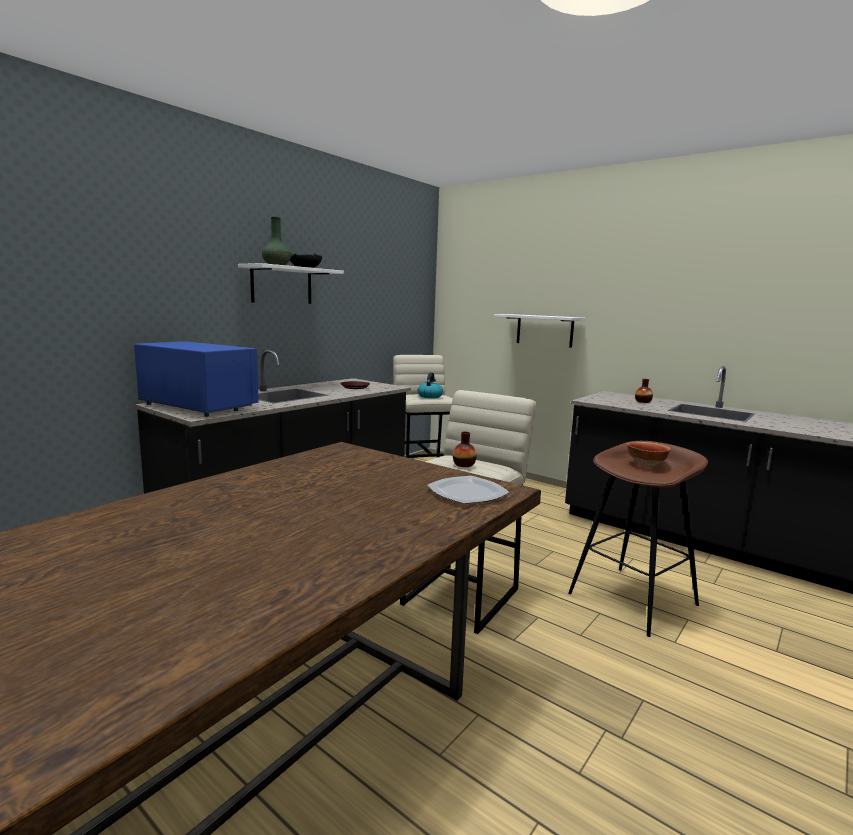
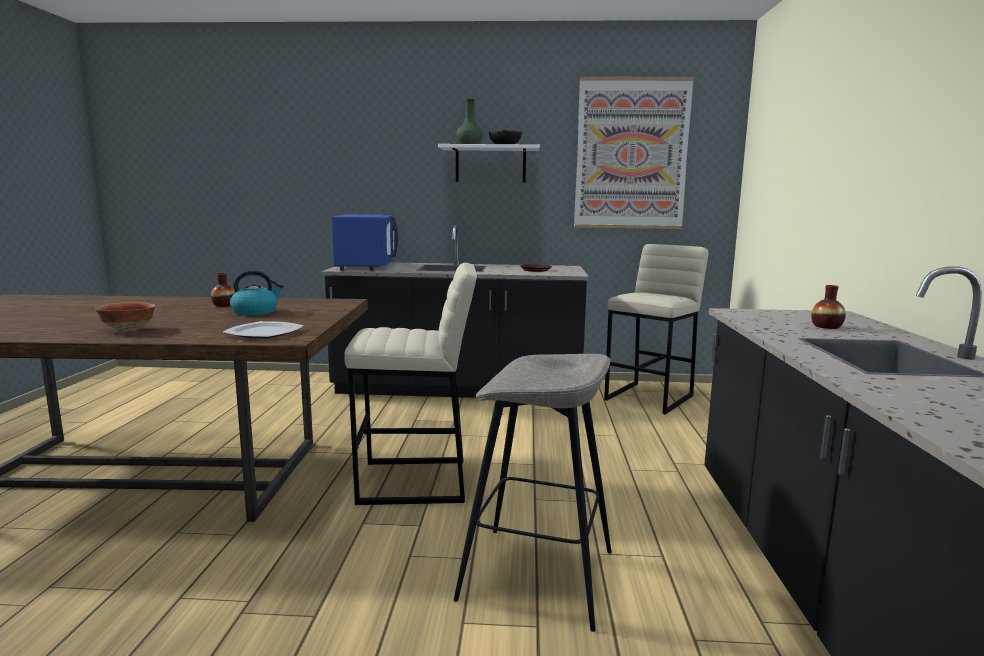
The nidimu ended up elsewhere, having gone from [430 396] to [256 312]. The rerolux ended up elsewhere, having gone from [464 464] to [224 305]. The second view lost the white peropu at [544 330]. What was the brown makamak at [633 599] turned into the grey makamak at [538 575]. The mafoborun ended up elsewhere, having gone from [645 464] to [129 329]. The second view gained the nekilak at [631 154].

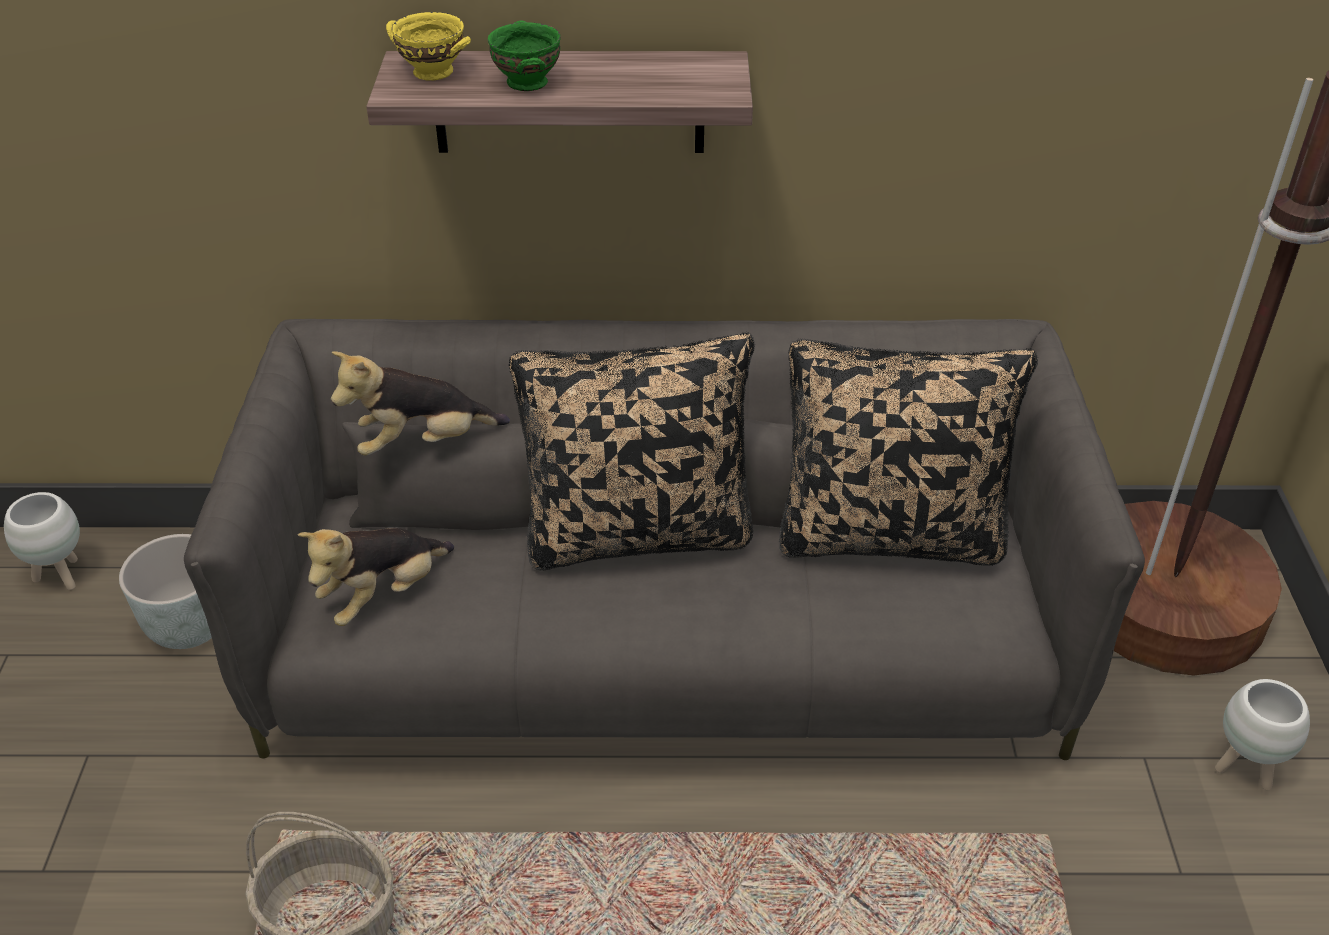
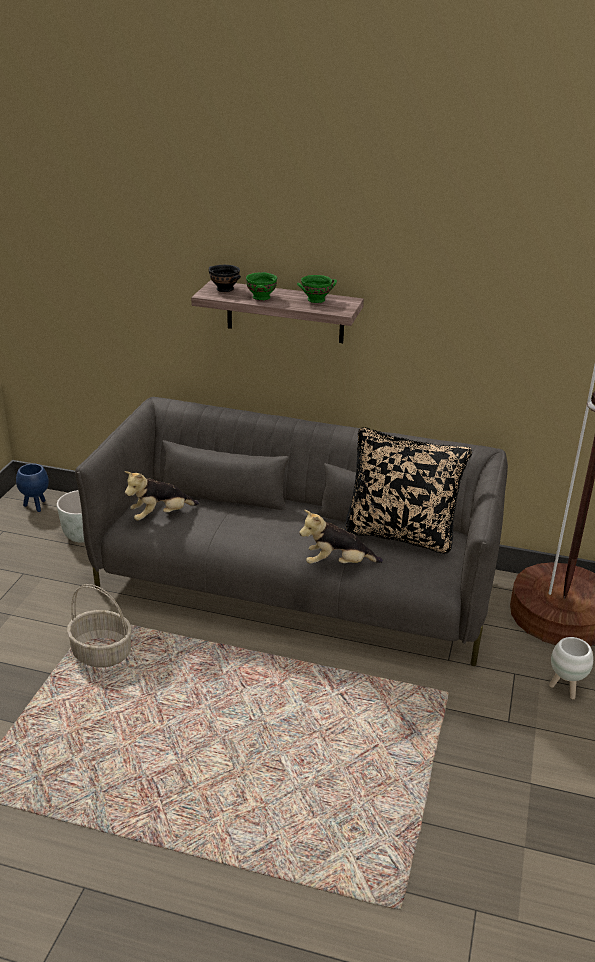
What was the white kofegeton at [61 576] turned into the blue kofegeton at [36 506]. The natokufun ended up elsewhere, having gone from [422 443] to [337 564]. What was the yellow mafoborun at [433 72] turned into the black mafoborun at [225 289]. The second view lost the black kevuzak at [640 539]. The second view gained the green mafoborun at [317 300].

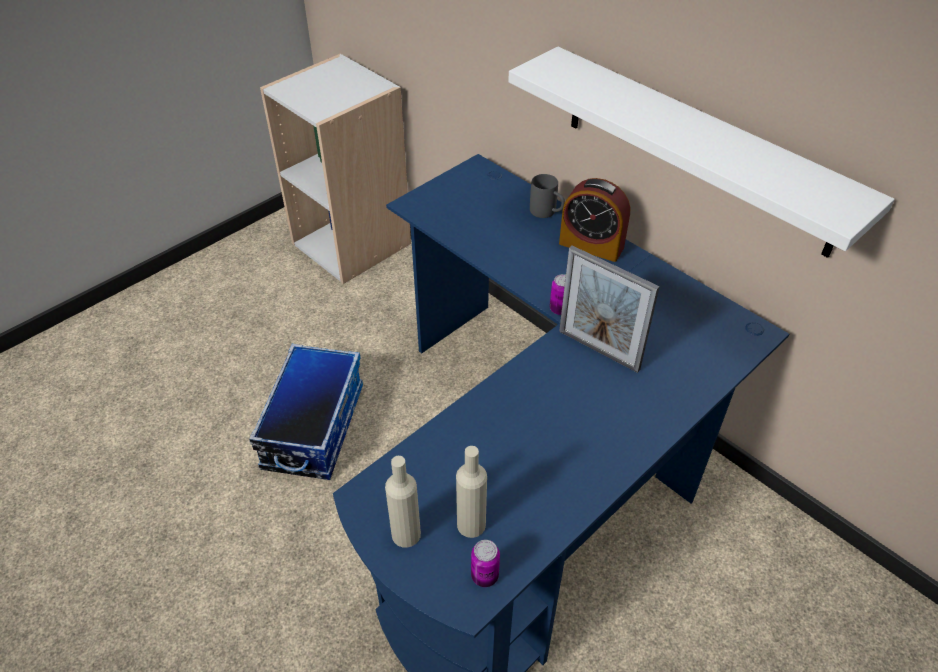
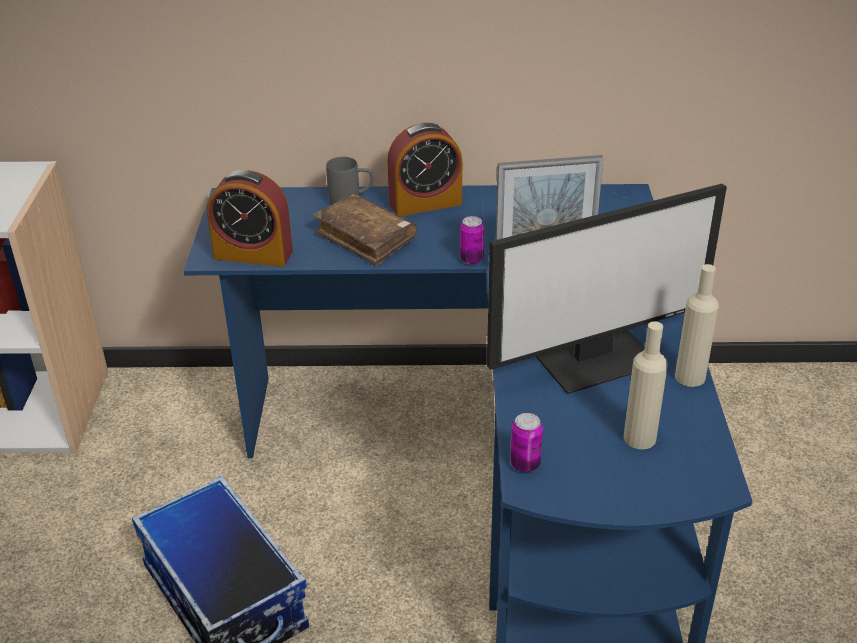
The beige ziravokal ended up elsewhere, having gone from [406 534] to [690 377]. The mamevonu ended up elsewhere, having gone from [484 576] to [525 464]. The second view lost the white peropu at [697 150]. The second view gained the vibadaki at [253 254]. The second view gained the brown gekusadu at [366 238]. The second view gained the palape at [597 359].

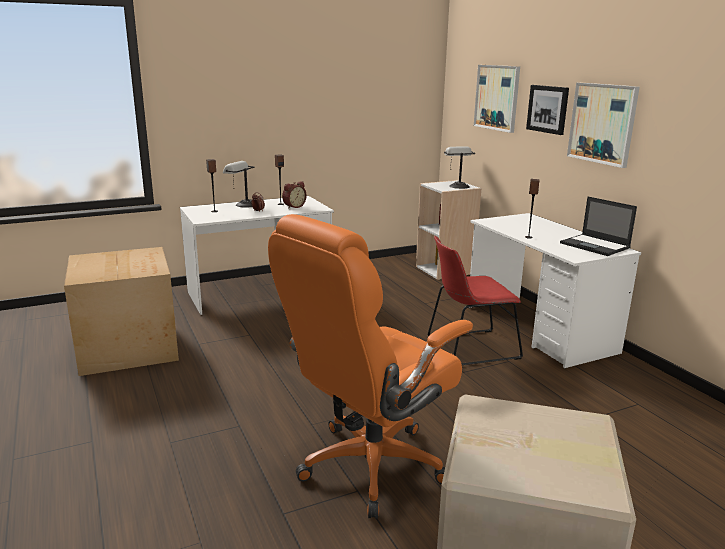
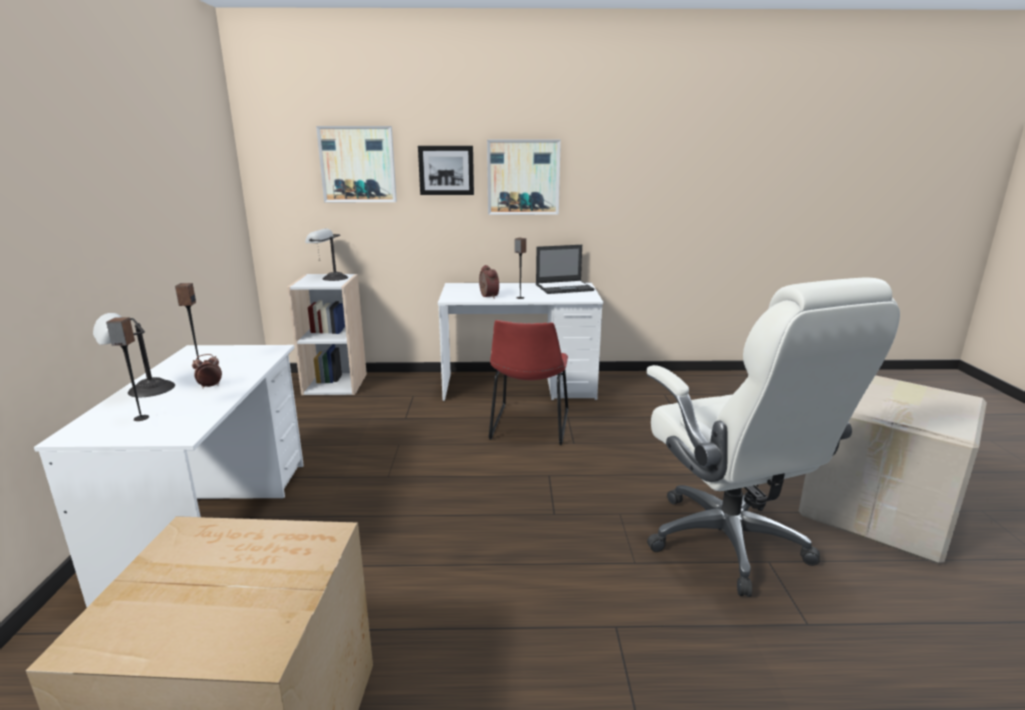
What was the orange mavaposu at [370 467] turned into the white mavaposu at [728 543]. The vibadaki ended up elsewhere, having gone from [293 206] to [487 296].

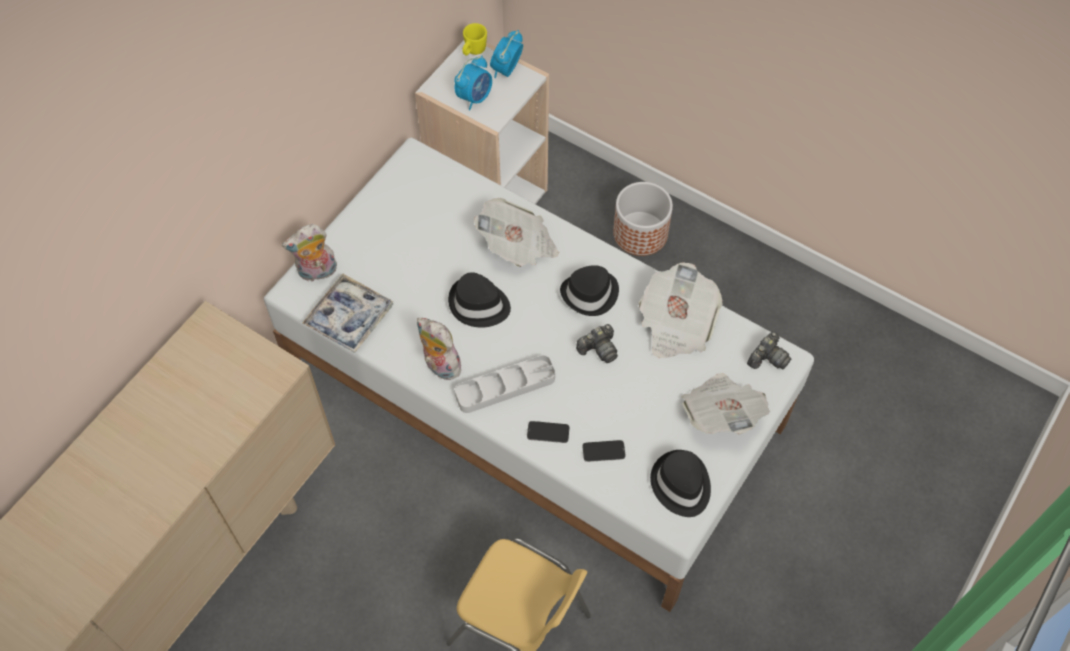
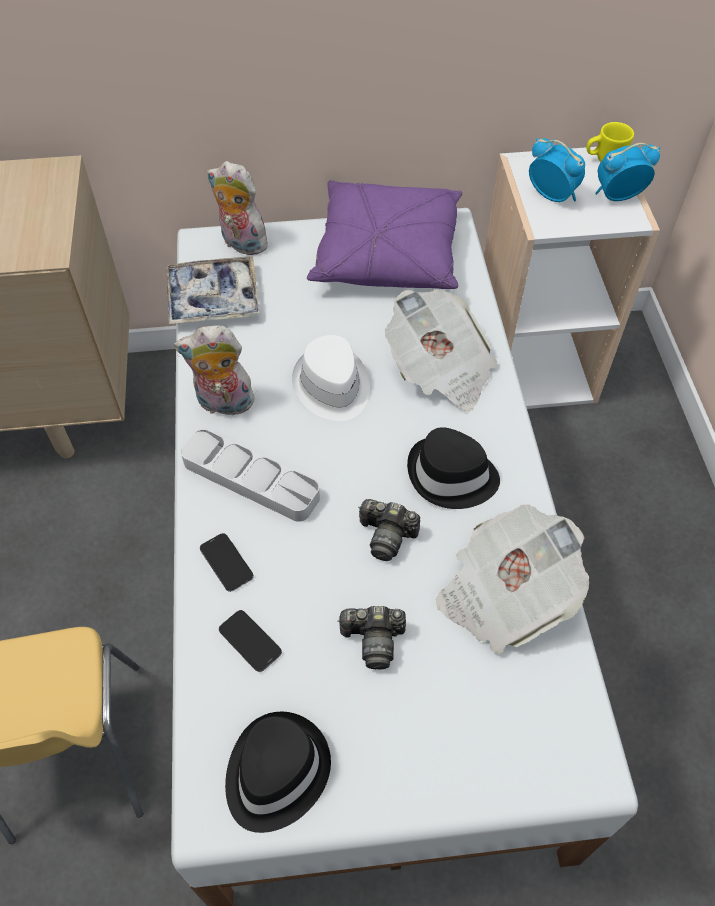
The natokufun at [439 366] ended up facing another way, 90 degrees counterclockwise from before. What was the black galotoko at [478 305] turned into the white galotoko at [331 386]. The vibadaki at [475 97] ended up facing another way, 135 degrees counterclockwise from before. The second view lost the kofegeton at [641 233]. The second view lost the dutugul at [721 413]. The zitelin ended up elsewhere, having gone from [767 358] to [373 640]. The second view gained the purple kevuzak at [387 254].

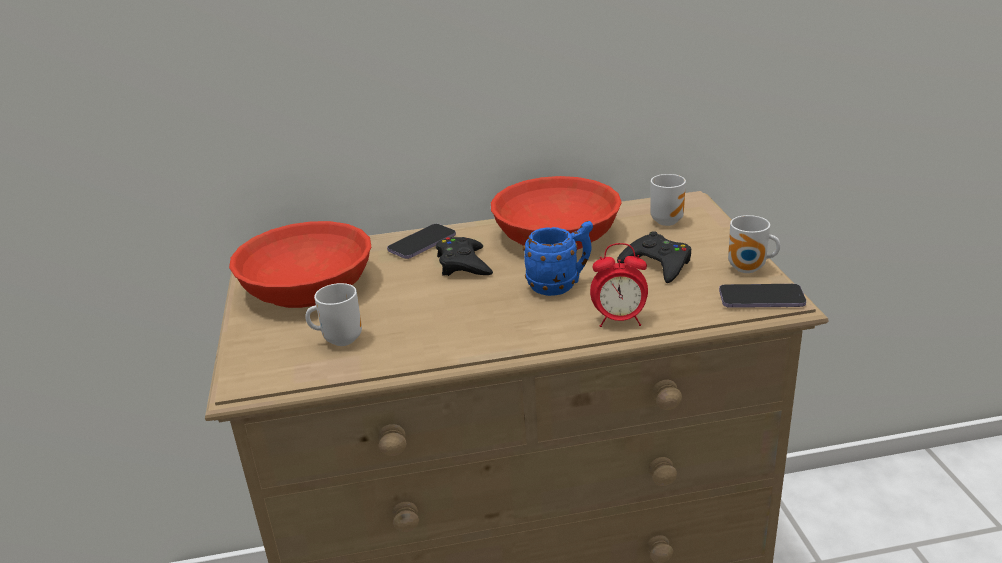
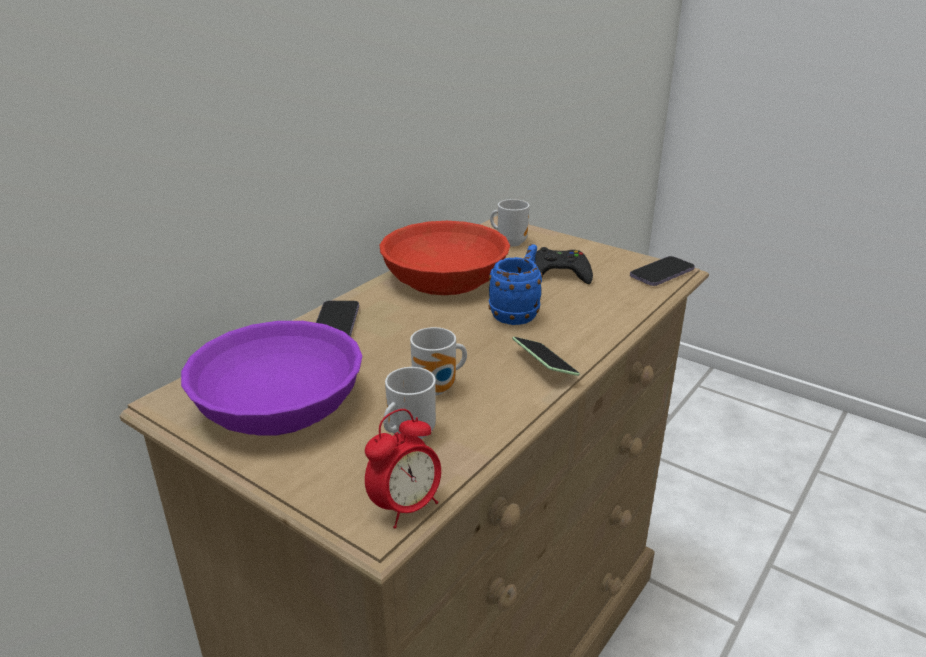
What was the red mafoborun at [307 285] turned into the purple mafoborun at [279 403]. The second view lost the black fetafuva at [463 264]. The vibadaki ended up elsewhere, having gone from [619 320] to [406 507]. The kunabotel ended up elsewhere, having gone from [749 269] to [438 389]. The second view gained the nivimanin at [544 366].

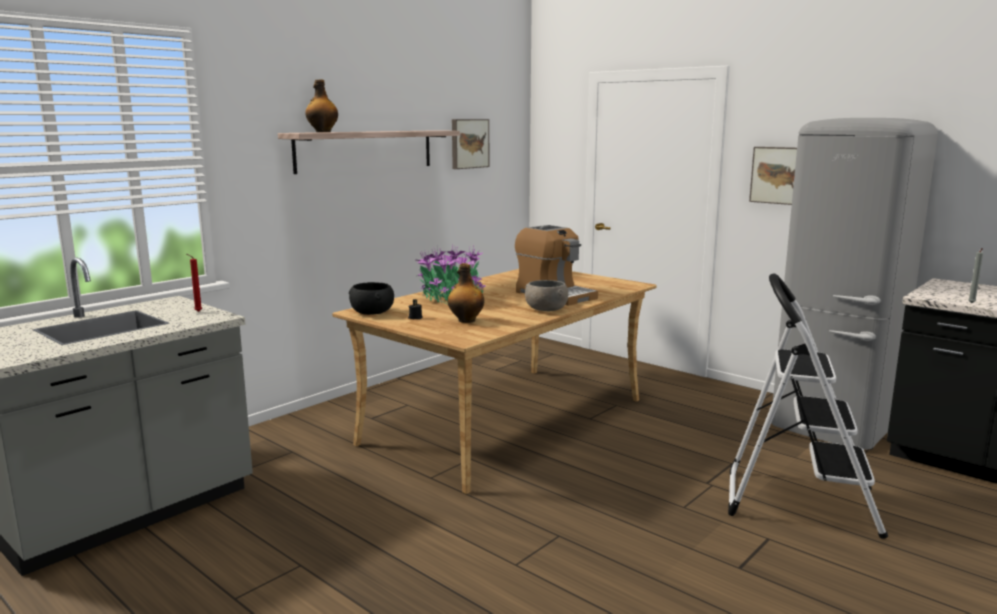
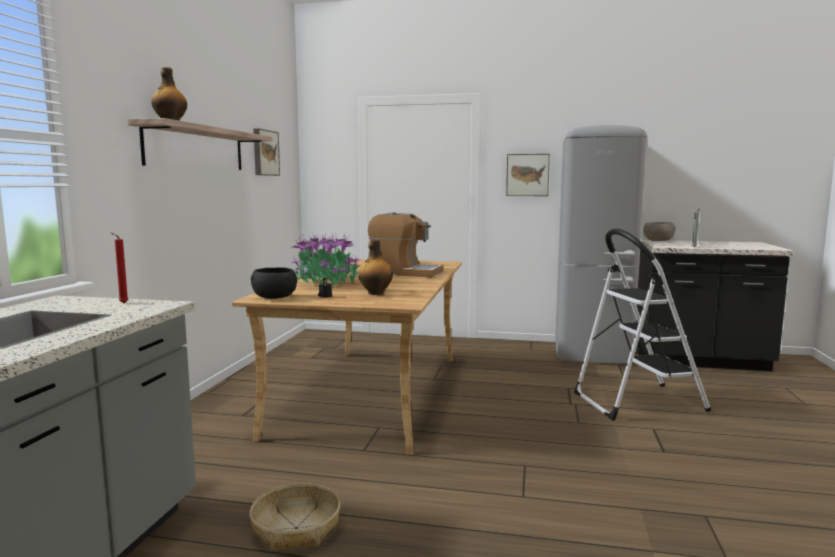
The grey mafoborun ended up elsewhere, having gone from [546 309] to [658 241]. The second view gained the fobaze at [295 528].

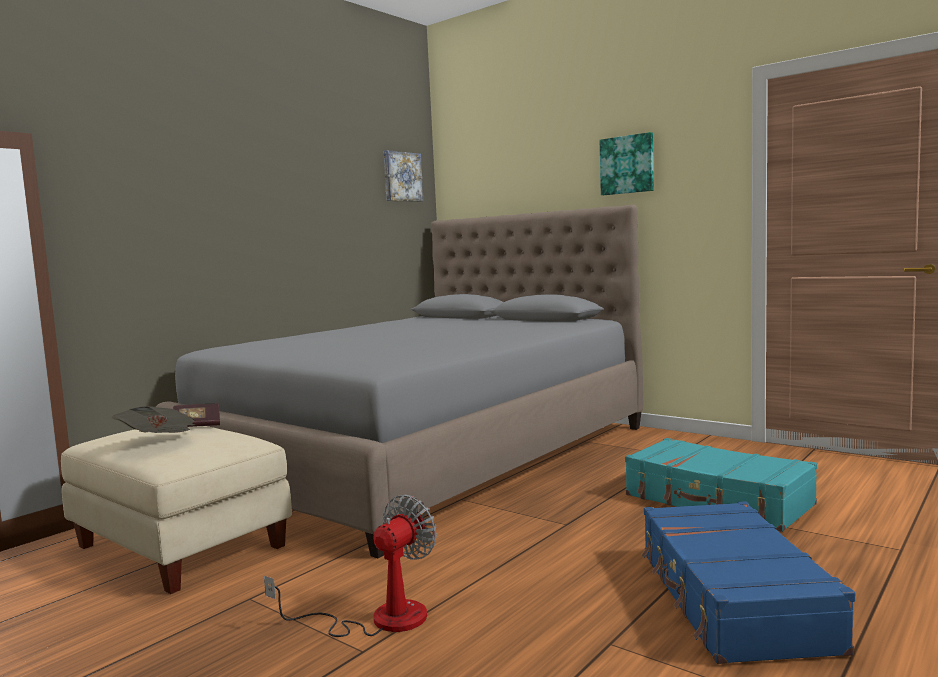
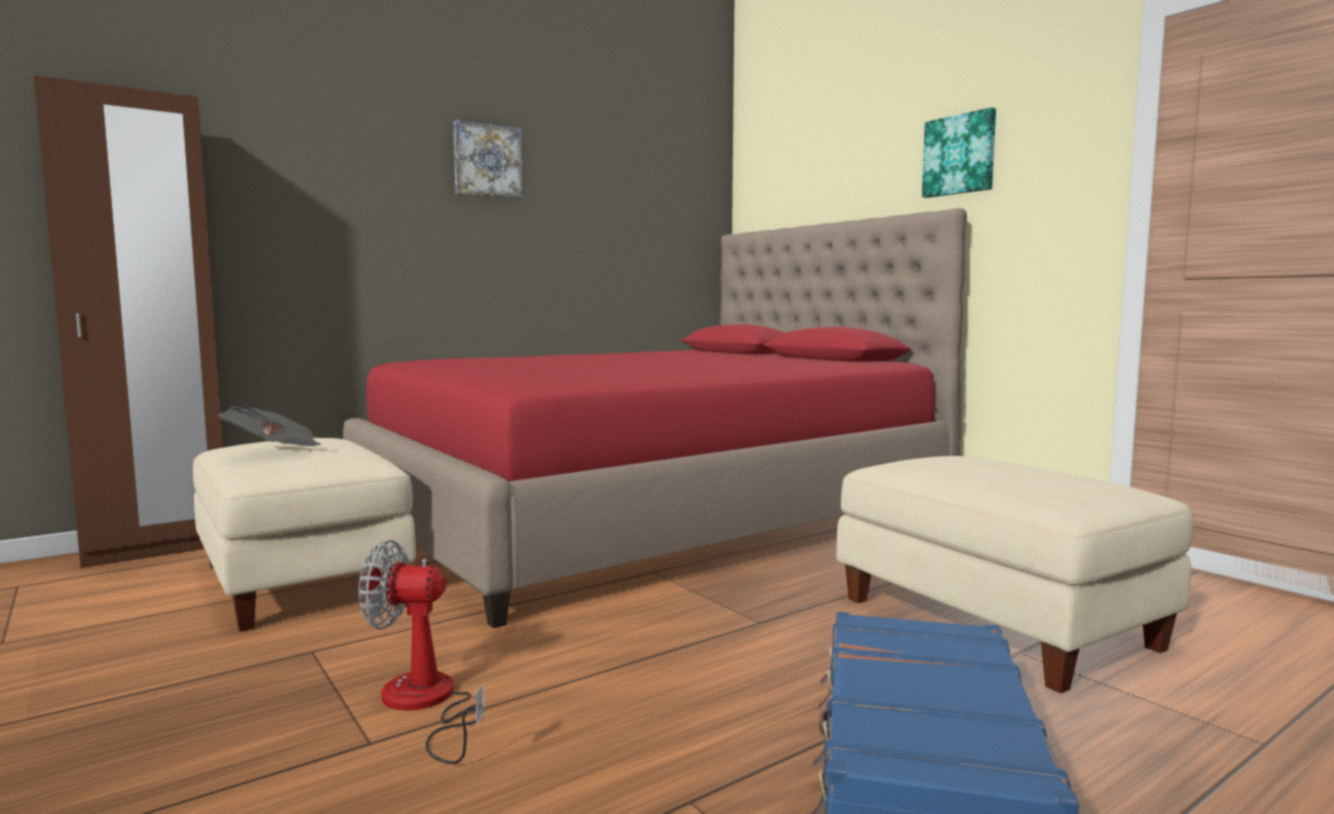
What was the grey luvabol at [426 455] turned into the red luvabol at [655 515]. The second view lost the gekusadu at [197 425]. The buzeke at [379 619] ended up facing another way, 135 degrees counterclockwise from before. The nekilak ended up elsewhere, having gone from [401 177] to [487 161]. Where the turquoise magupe stood at [717 501], the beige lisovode came to stand at [998 623].

